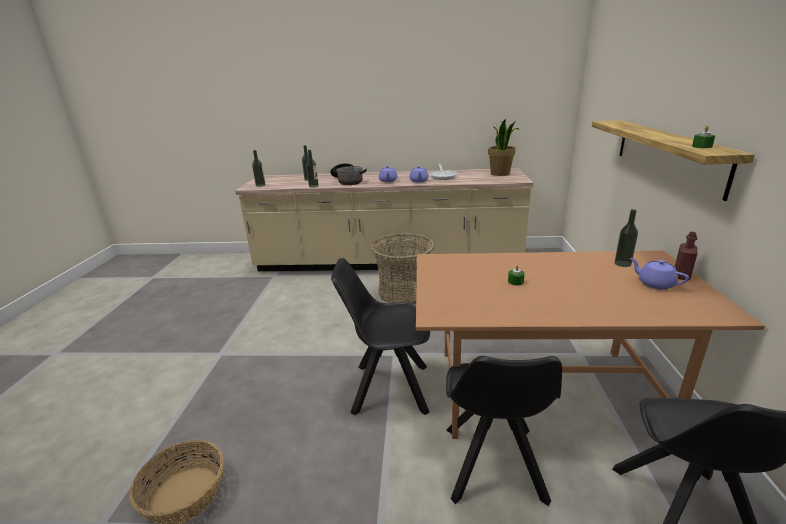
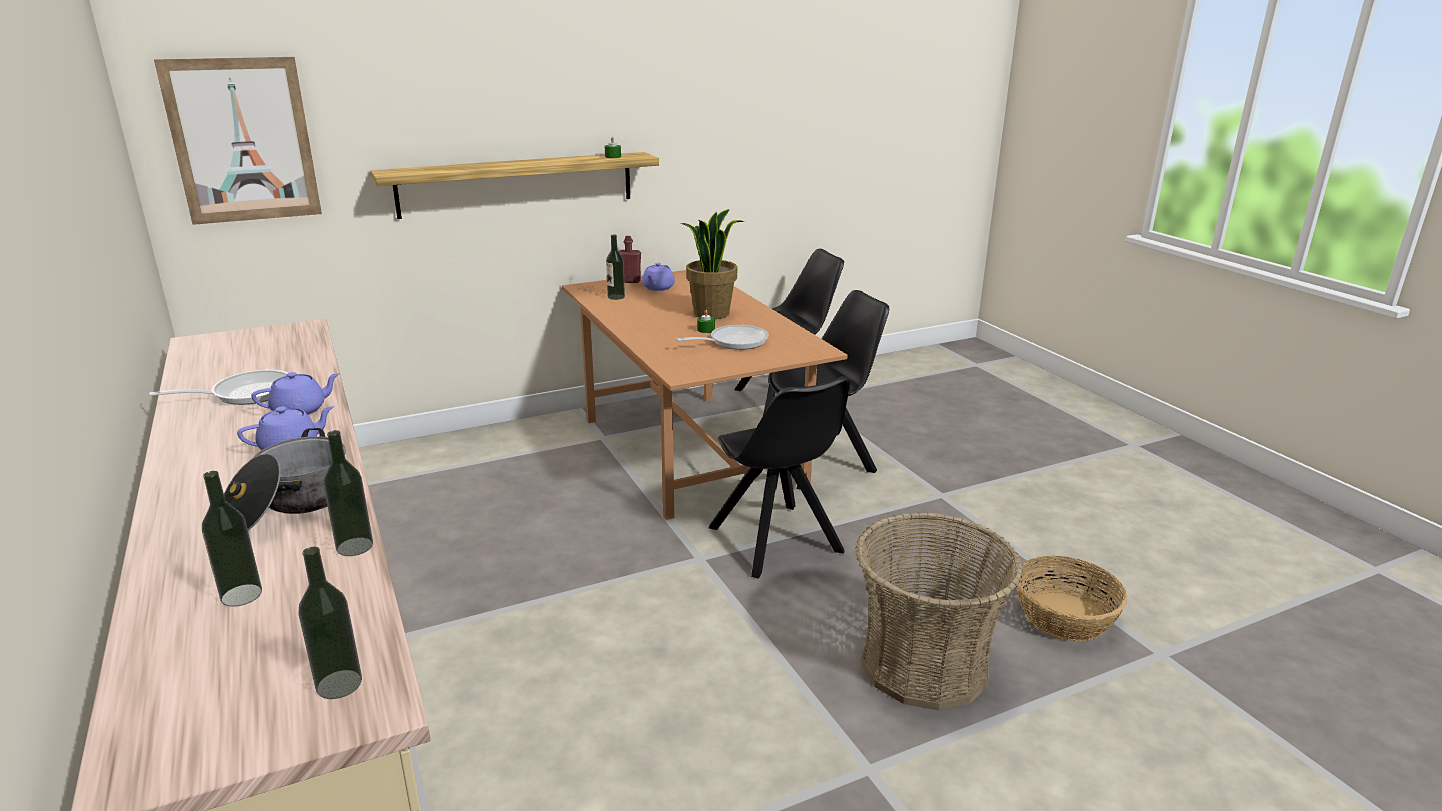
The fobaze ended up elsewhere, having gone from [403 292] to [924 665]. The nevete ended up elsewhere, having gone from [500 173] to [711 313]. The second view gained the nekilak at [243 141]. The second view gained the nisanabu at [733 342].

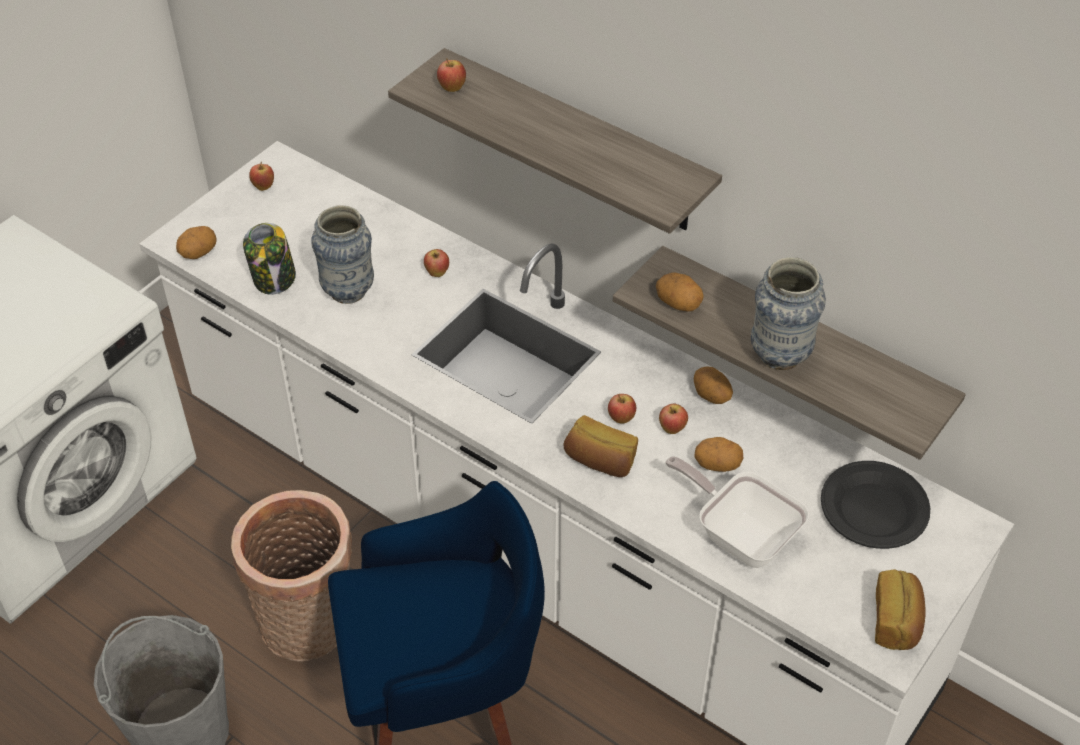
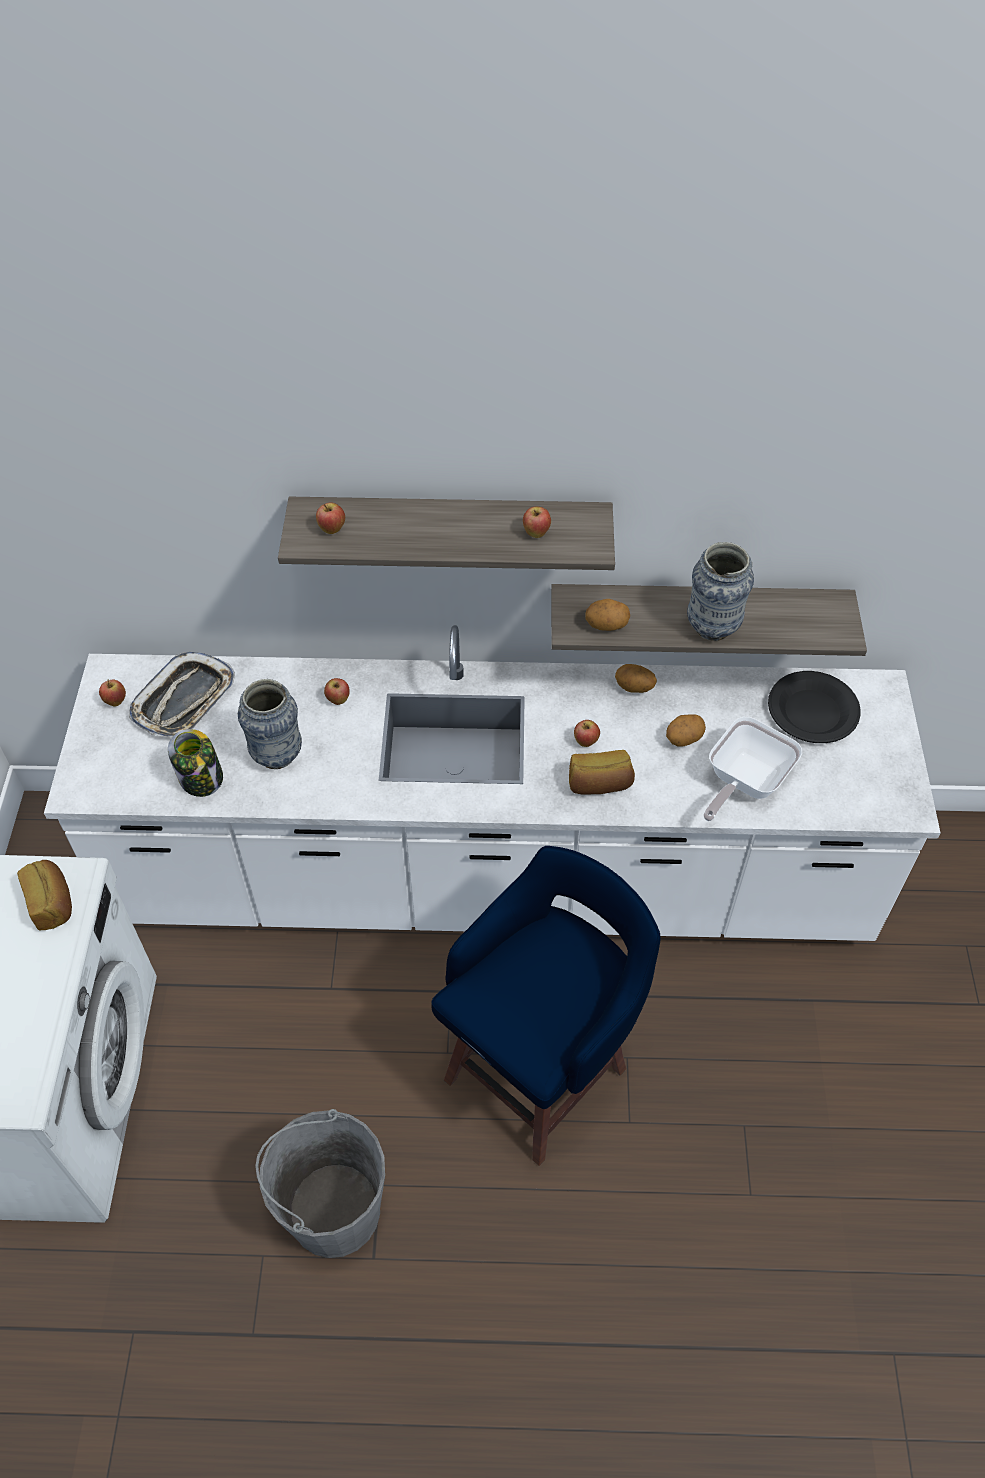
The second view lost the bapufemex at [198 253]. The second view lost the fobaze at [310 627]. The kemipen ended up elsewhere, having gone from [672 429] to [536 533]. The nisanabu at [740 534] ended up facing another way, 60 degrees counterclockwise from before. The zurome ended up elsewhere, having gone from [896 621] to [52 902]. The second view gained the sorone at [185 700].

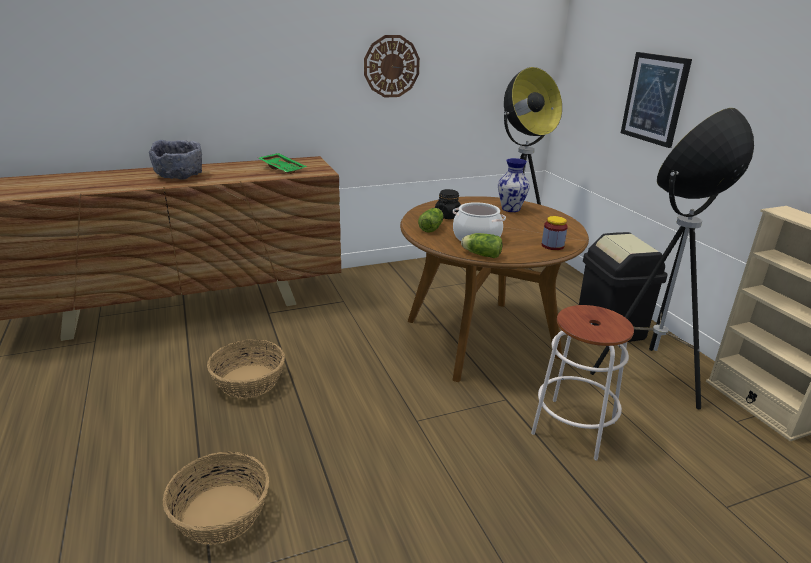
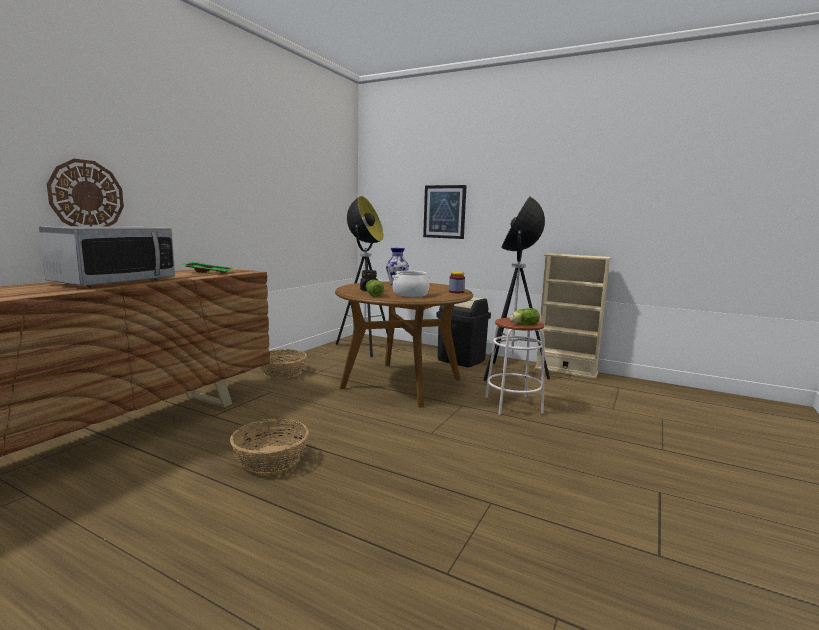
Where the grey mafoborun stood at [179 176], the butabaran came to stand at [114 282]. The fobaze ended up elsewhere, having gone from [220 514] to [282 373]. The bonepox ended up elsewhere, having gone from [391 66] to [86 196]. The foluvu ended up elsewhere, having gone from [480 254] to [523 324].

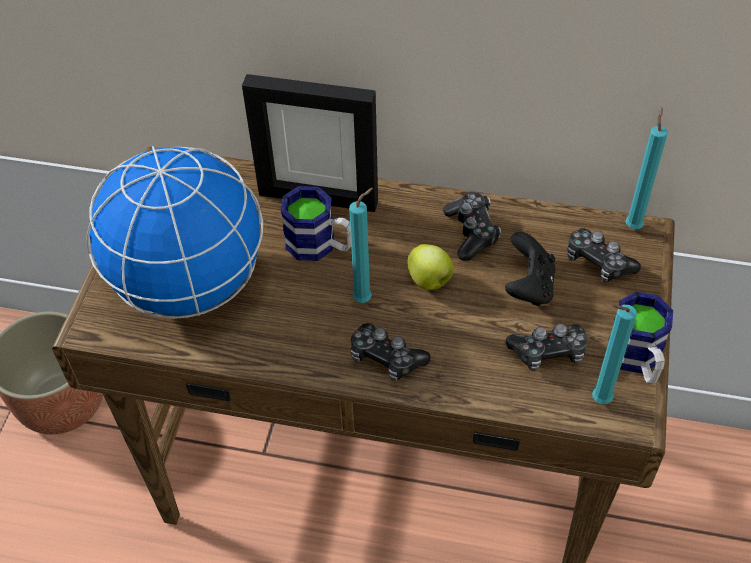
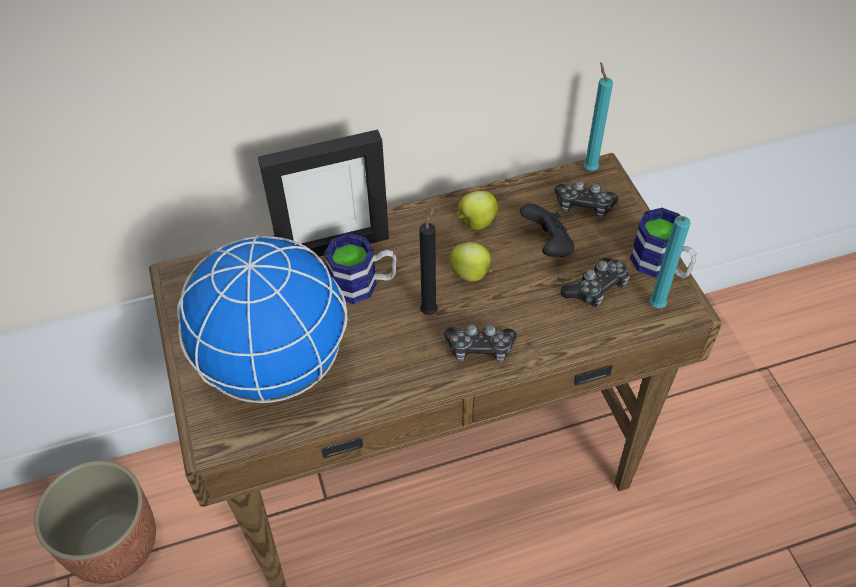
What was the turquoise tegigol at [365 298] turned into the black tegigol at [430 310]. Where the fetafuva stood at [472 232], the kemipen came to stand at [476 223].

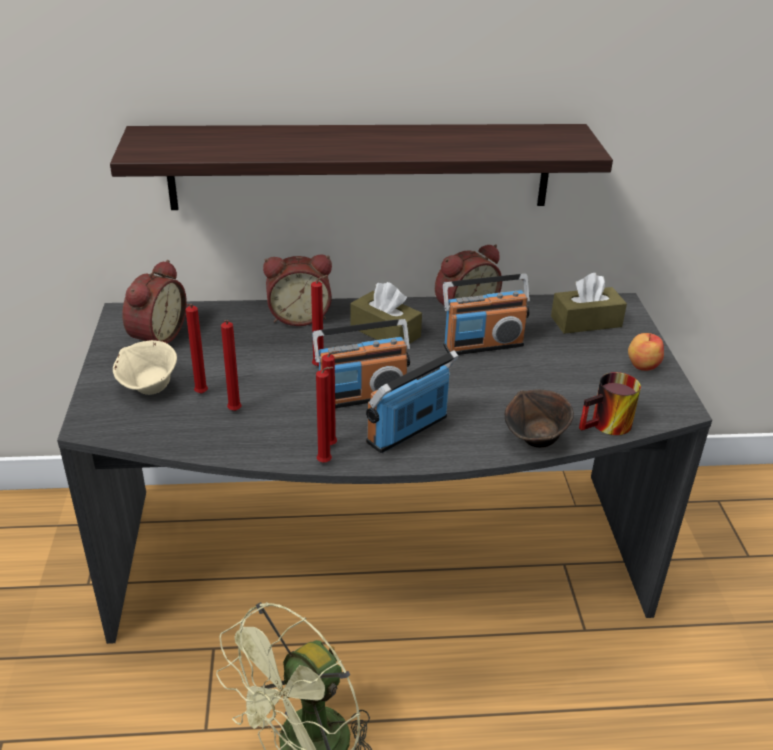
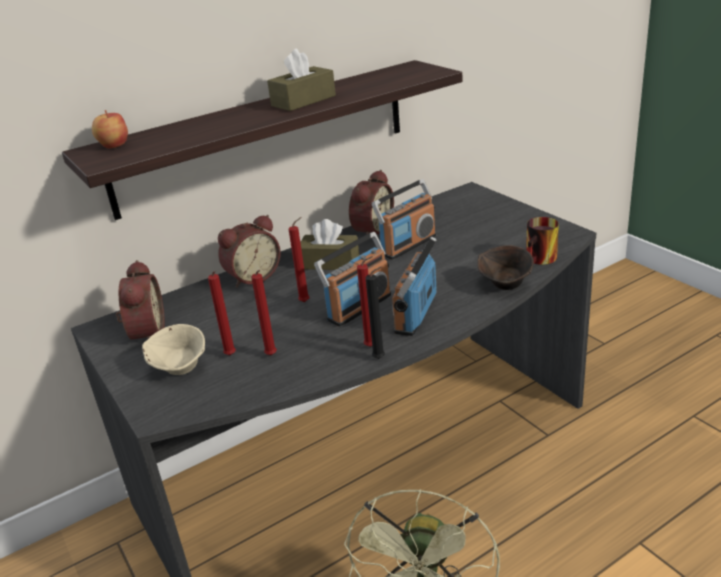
What was the red tegigol at [326 463] turned into the black tegigol at [381 358]. The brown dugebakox ended up elsewhere, having gone from [586 321] to [303 101]. The kemipen ended up elsewhere, having gone from [642 365] to [113 145].

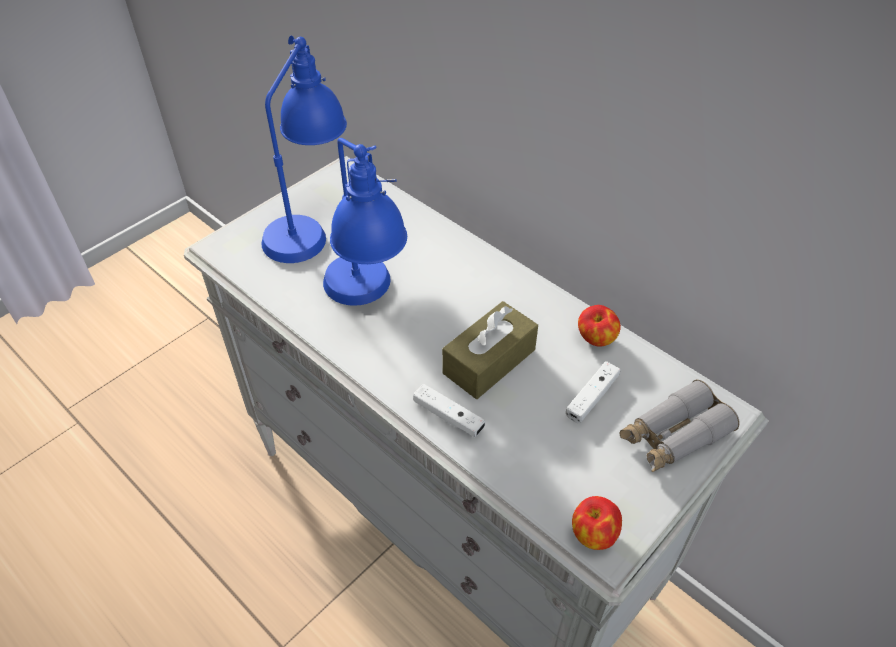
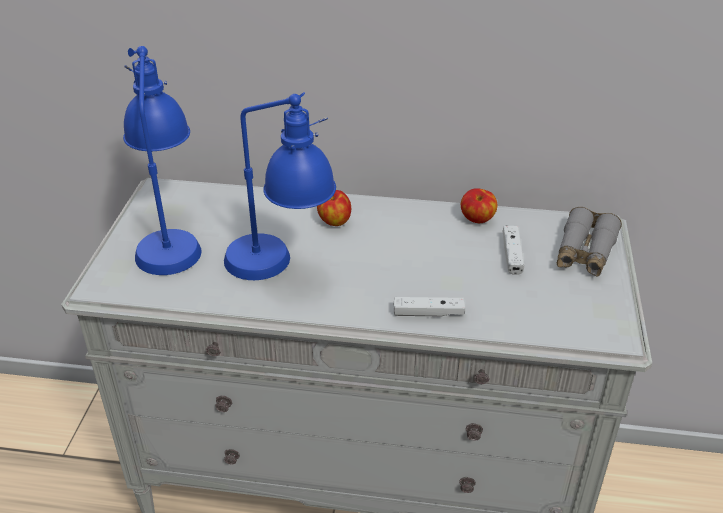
The second view lost the brown dugebakox at [489 361]. The kemipen ended up elsewhere, having gone from [593 534] to [334 222].

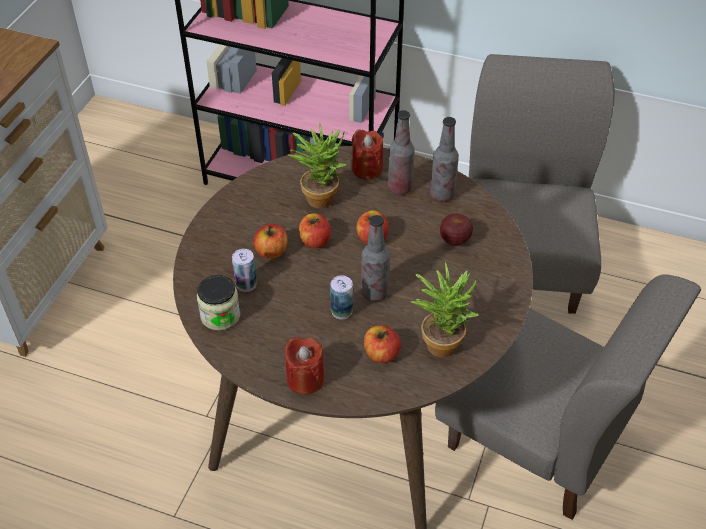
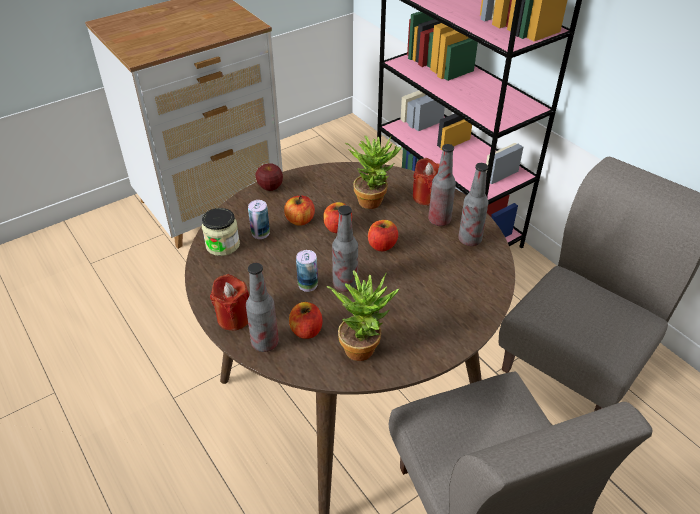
The kemipen ended up elsewhere, having gone from [455 240] to [270 187]. The second view gained the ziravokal at [265 343].

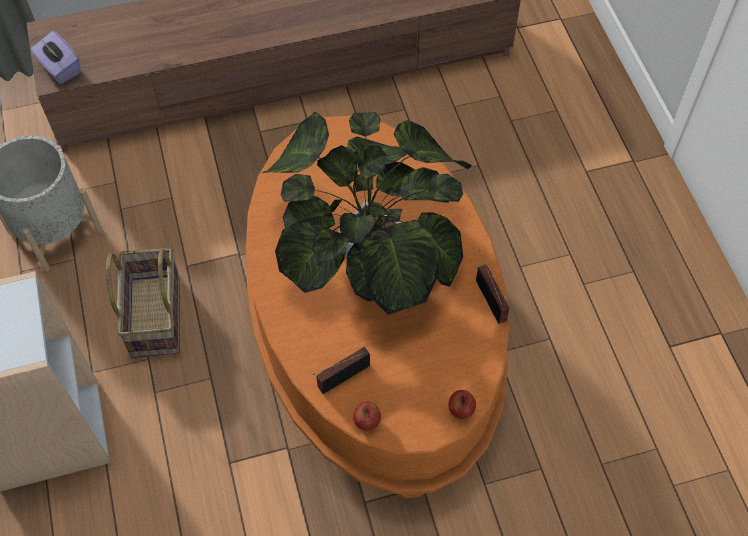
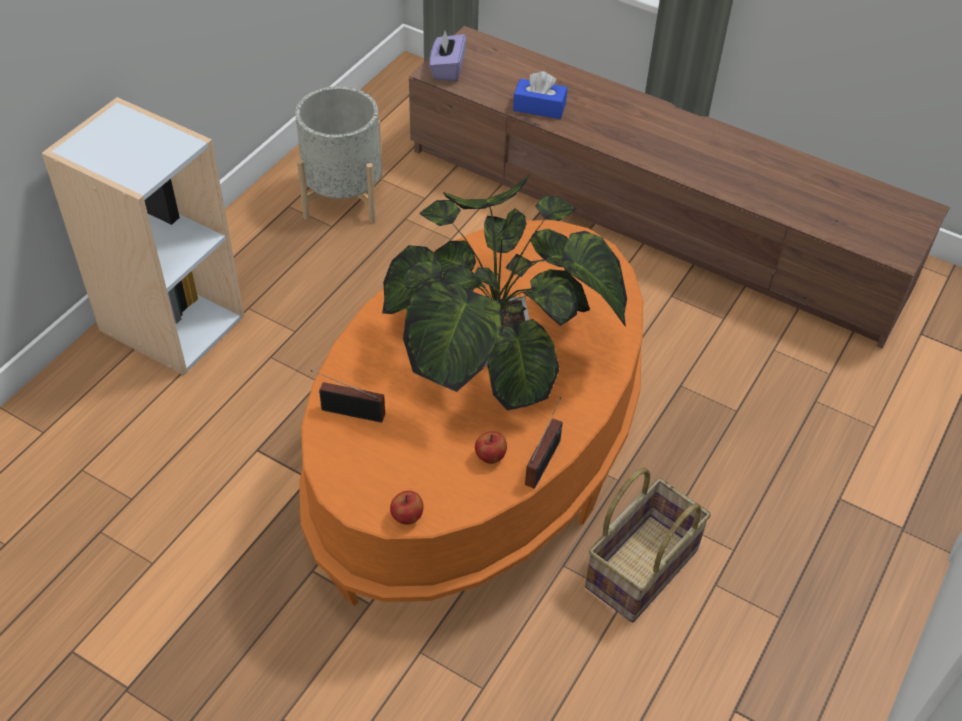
The fobaze ended up elsewhere, having gone from [154 316] to [640 566]. The kemipen ended up elsewhere, having gone from [367 422] to [490 457]. The second view gained the blue dugebakox at [539 107].

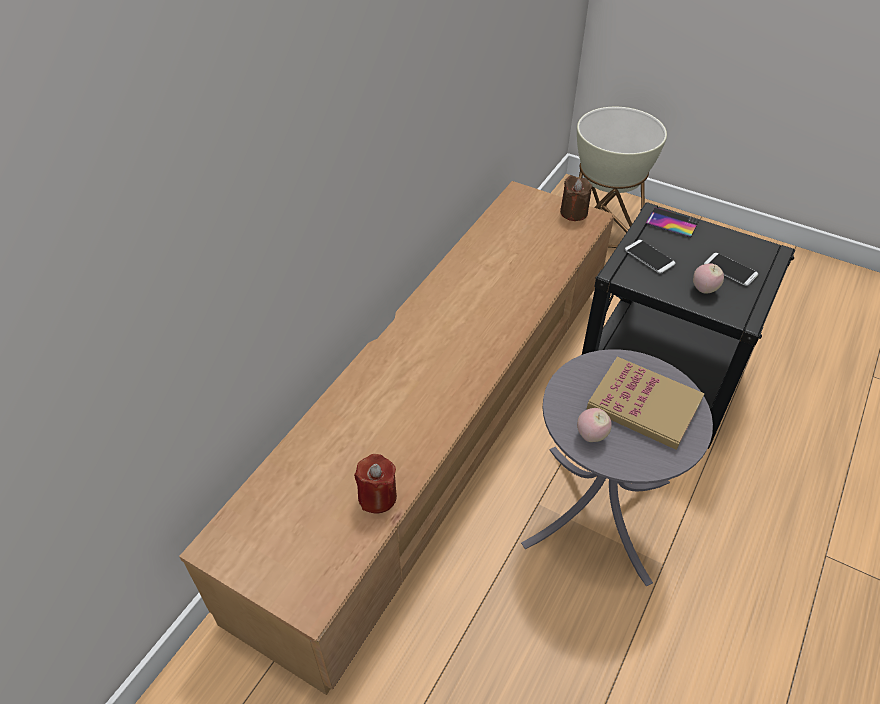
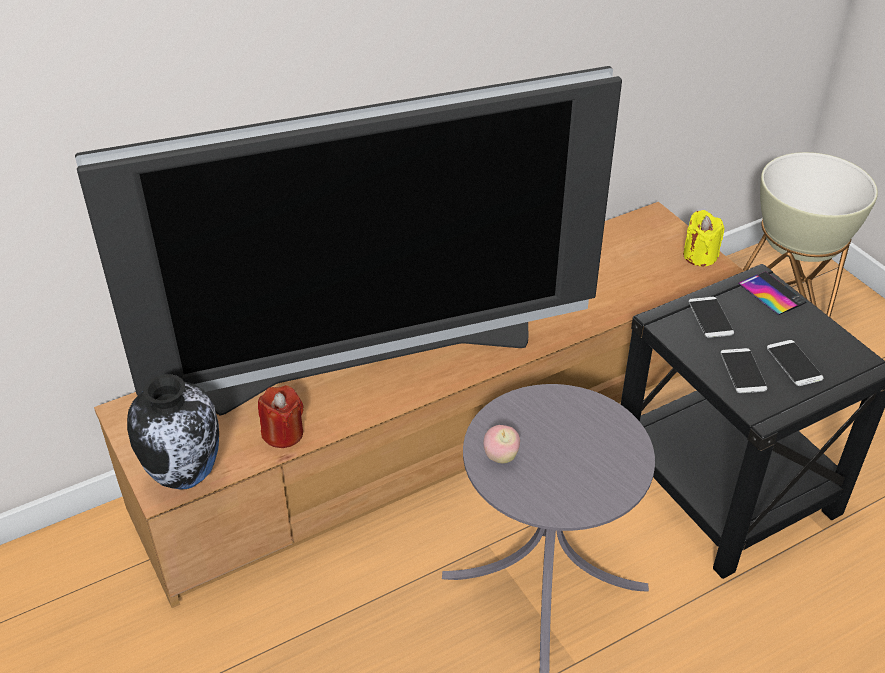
What was the brown tegigol at [573 212] turned into the yellow tegigol at [700 256]. The second view lost the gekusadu at [644 405]. Where the kemipen stood at [704 289], the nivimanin came to stand at [743 371]. The second view gained the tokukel at [370 360]. The second view gained the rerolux at [186 476].

